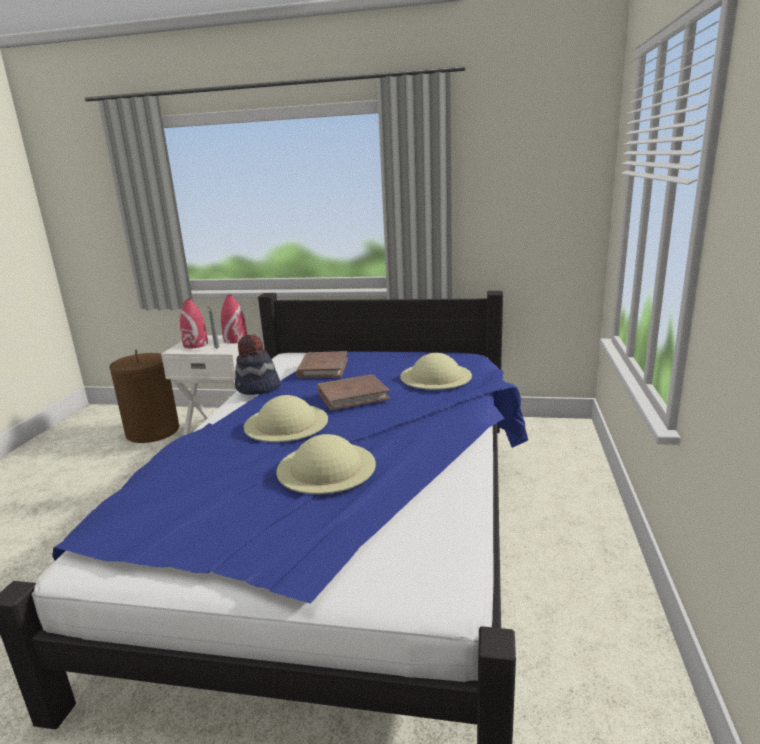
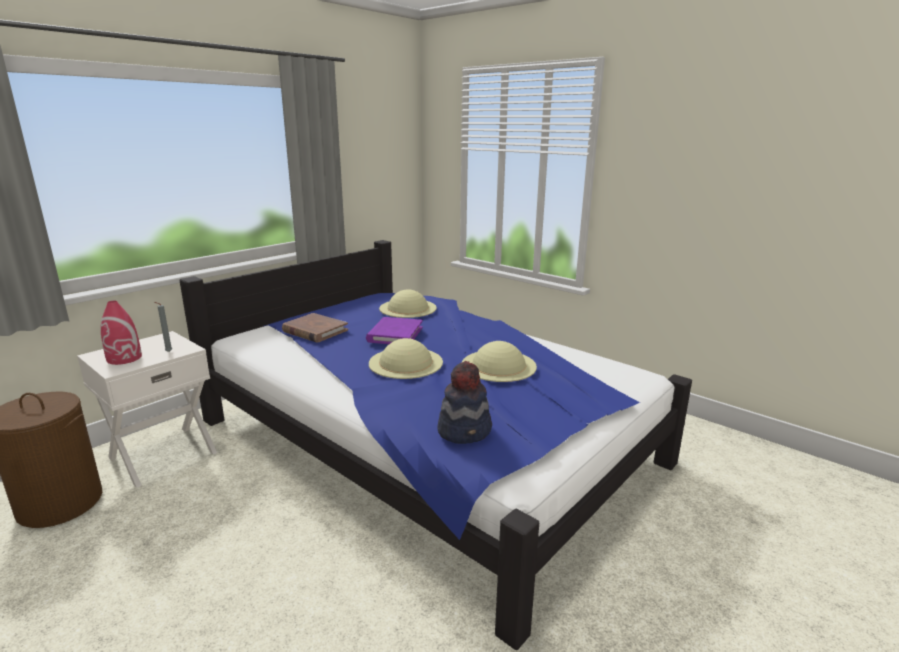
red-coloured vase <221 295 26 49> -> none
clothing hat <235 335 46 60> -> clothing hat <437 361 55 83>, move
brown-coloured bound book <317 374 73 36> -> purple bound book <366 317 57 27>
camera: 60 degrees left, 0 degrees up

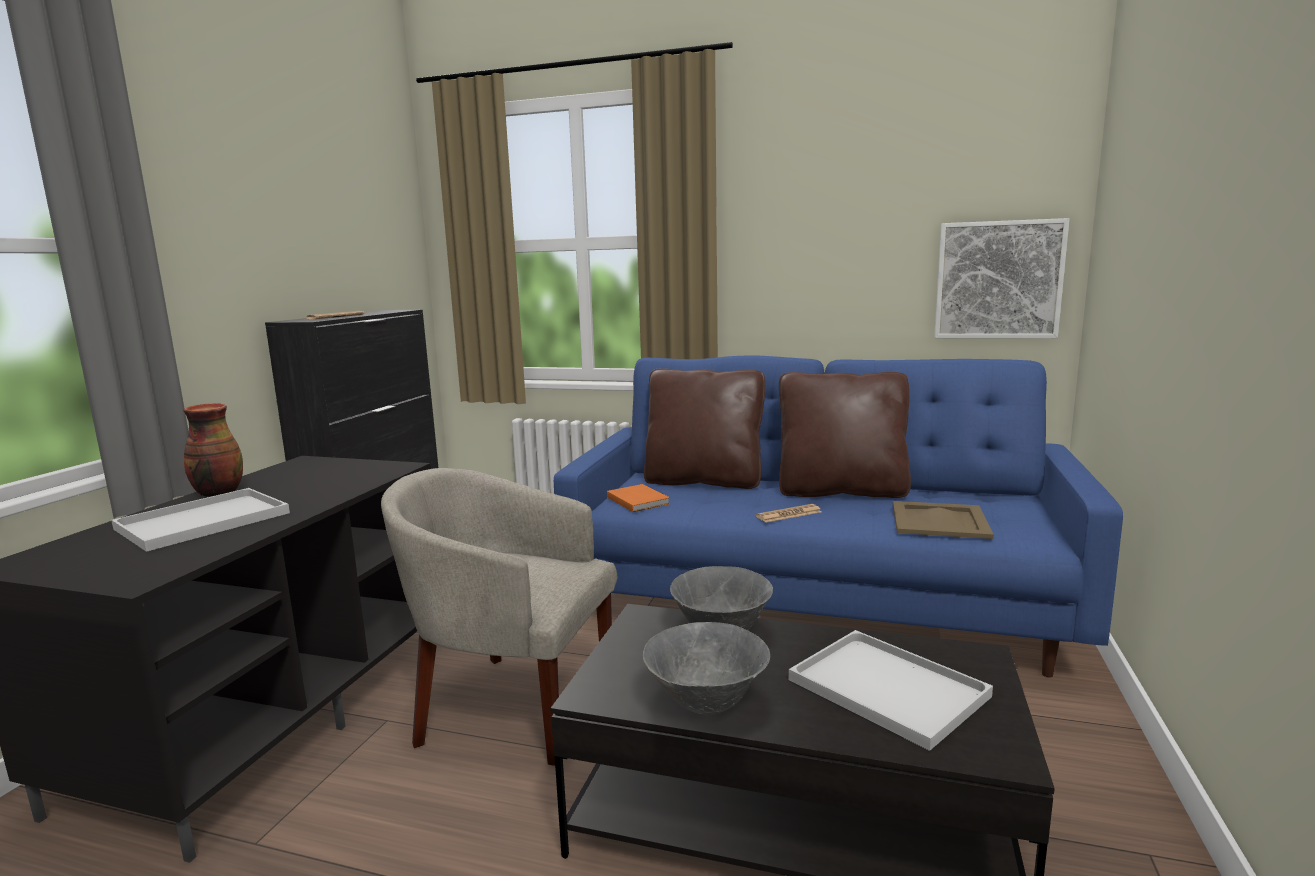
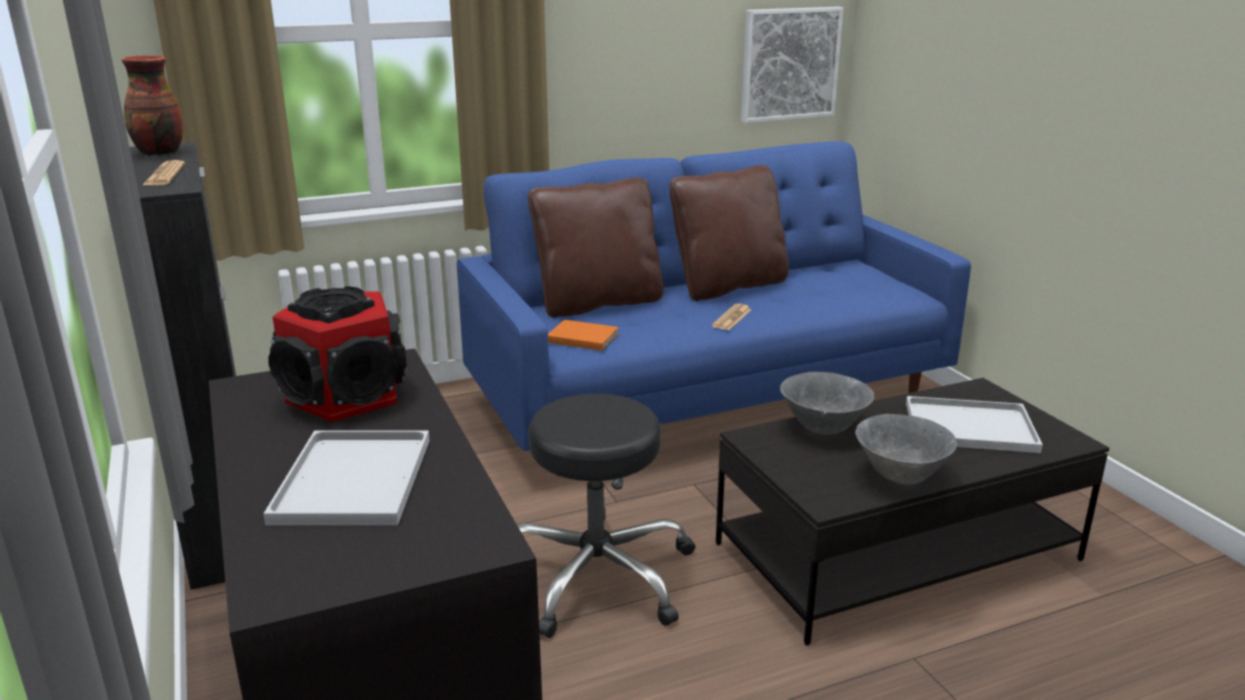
sand-coloured carrying tray <893 501 101 38> -> none
none -> loudspeaker <268 286 139 136>
vase <183 403 60 94> -> vase <121 56 62 100>, move
sand-coloured armchair <381 468 236 298> -> black-coloured stool <517 394 179 244>
camera: 40 degrees left, 10 degrees up

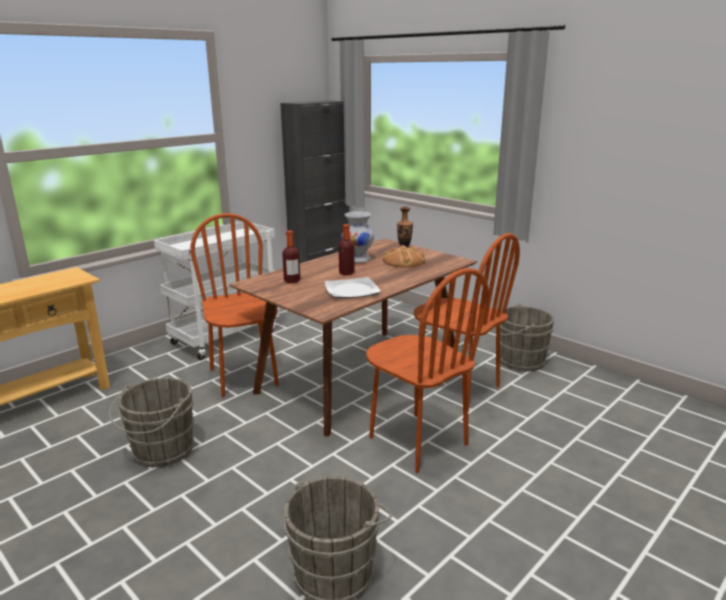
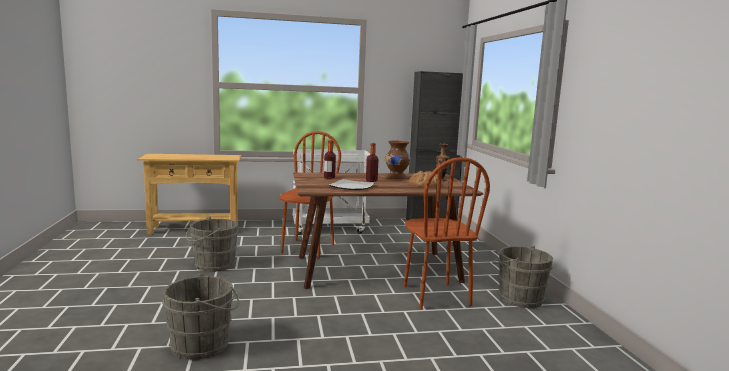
brown-coloured plain chair <367 268 122 205> -> none
white-coloured vase <342 211 32 52> -> brown-coloured vase <385 141 26 38>
camera: 35 degrees right, 10 degrees down

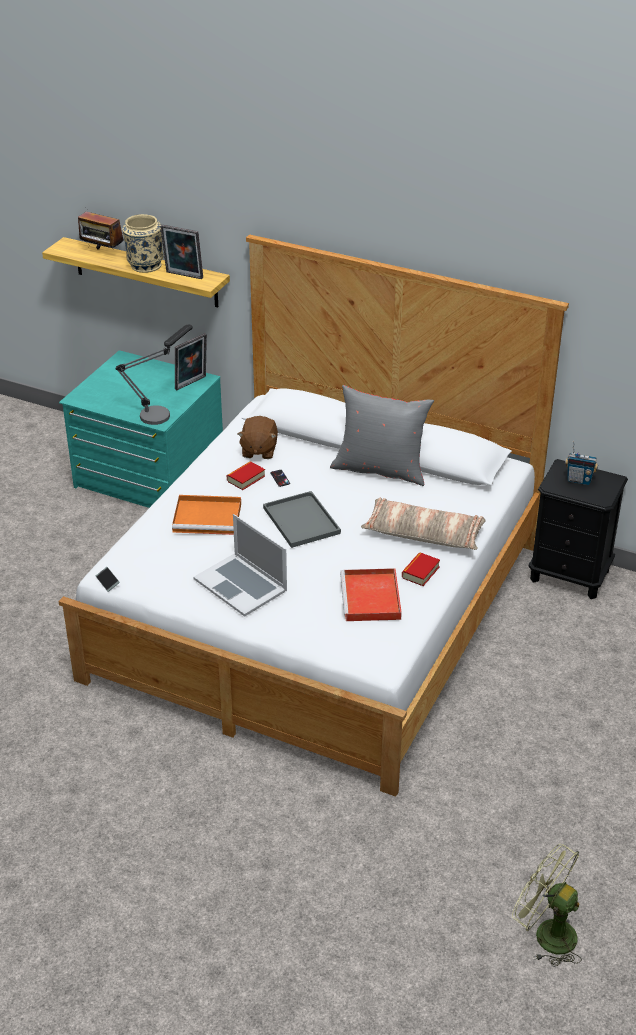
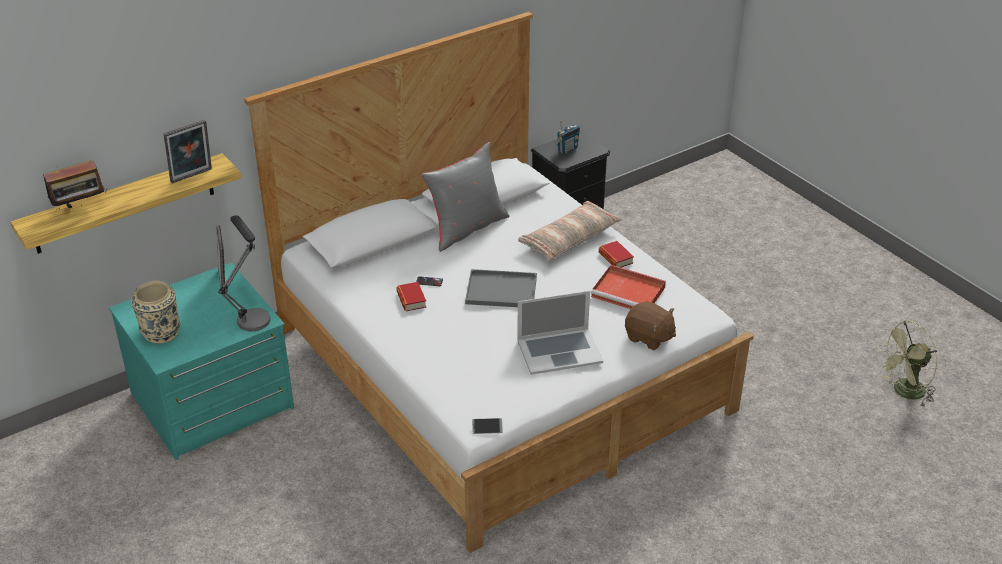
orangey carrying tray <172 495 69 40> -> none
sand-coloured vase <122 214 42 59> -> sand-coloured vase <131 281 49 63>, move
brown-coloured soft toy <237 416 41 43> -> brown-coloured soft toy <625 301 51 49>, move
camera: 60 degrees left, 0 degrees up

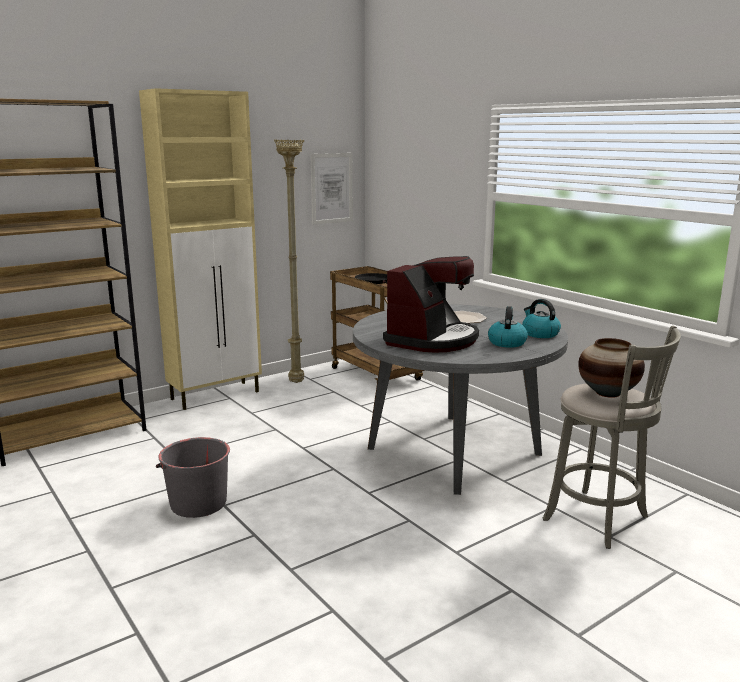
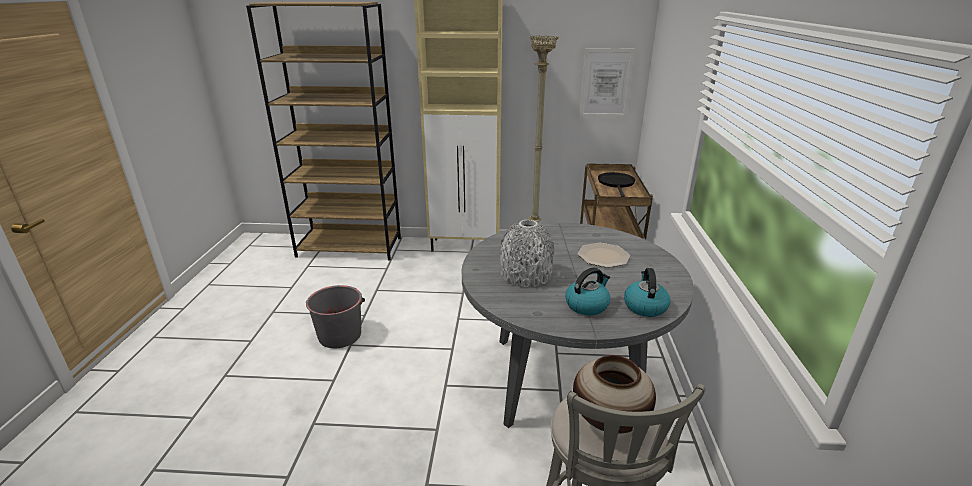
coffee machine <383 256 96 97> -> grey vase <500 220 54 67>
camera: 40 degrees right, 10 degrees up

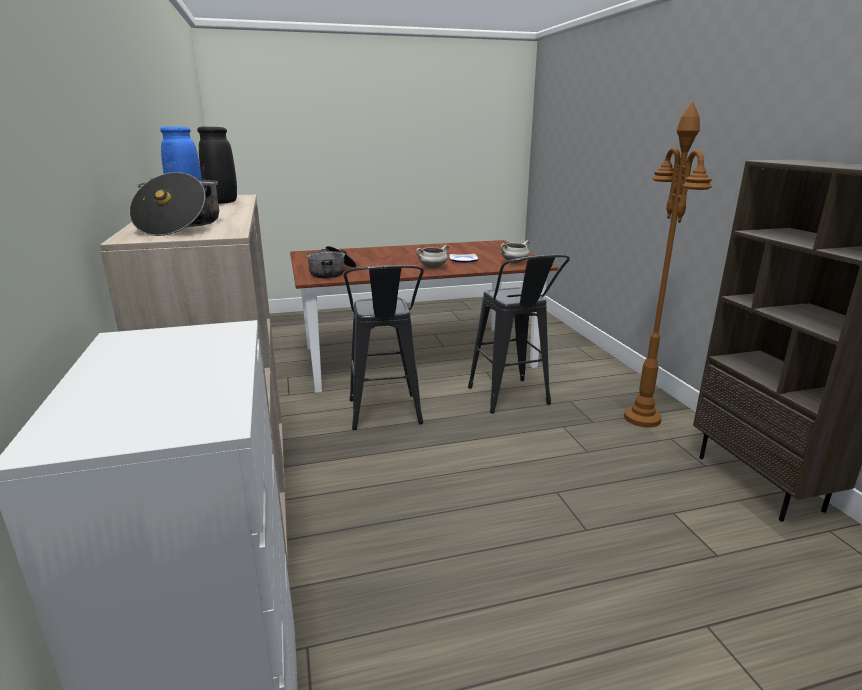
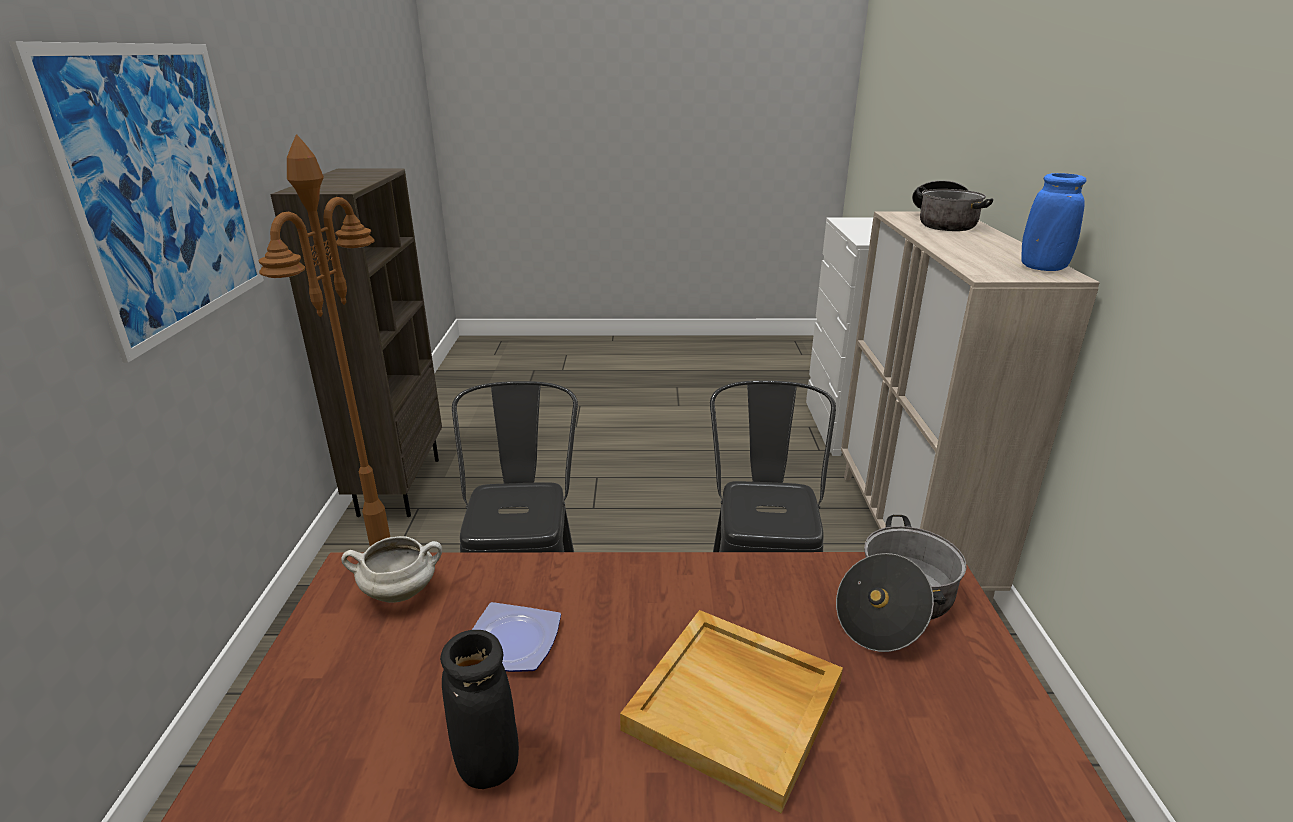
white-coloured stockpot <416 245 33 24> -> none
none -> wall art <9 42 255 321>
none -> sand-coloured carrying tray <620 610 223 204>
black-coloured vase <197 127 40 77> -> black-coloured vase <440 630 79 159>, move
camera: 165 degrees left, 5 degrees up

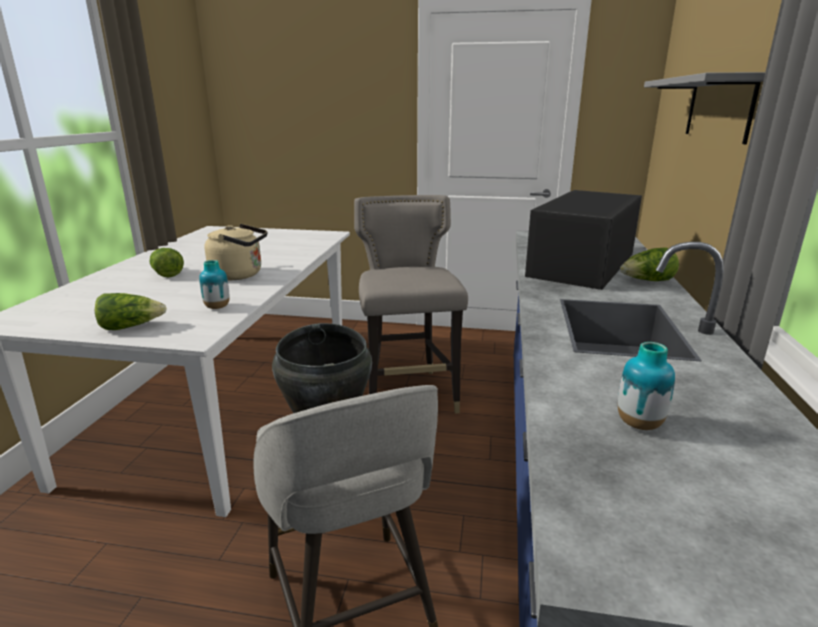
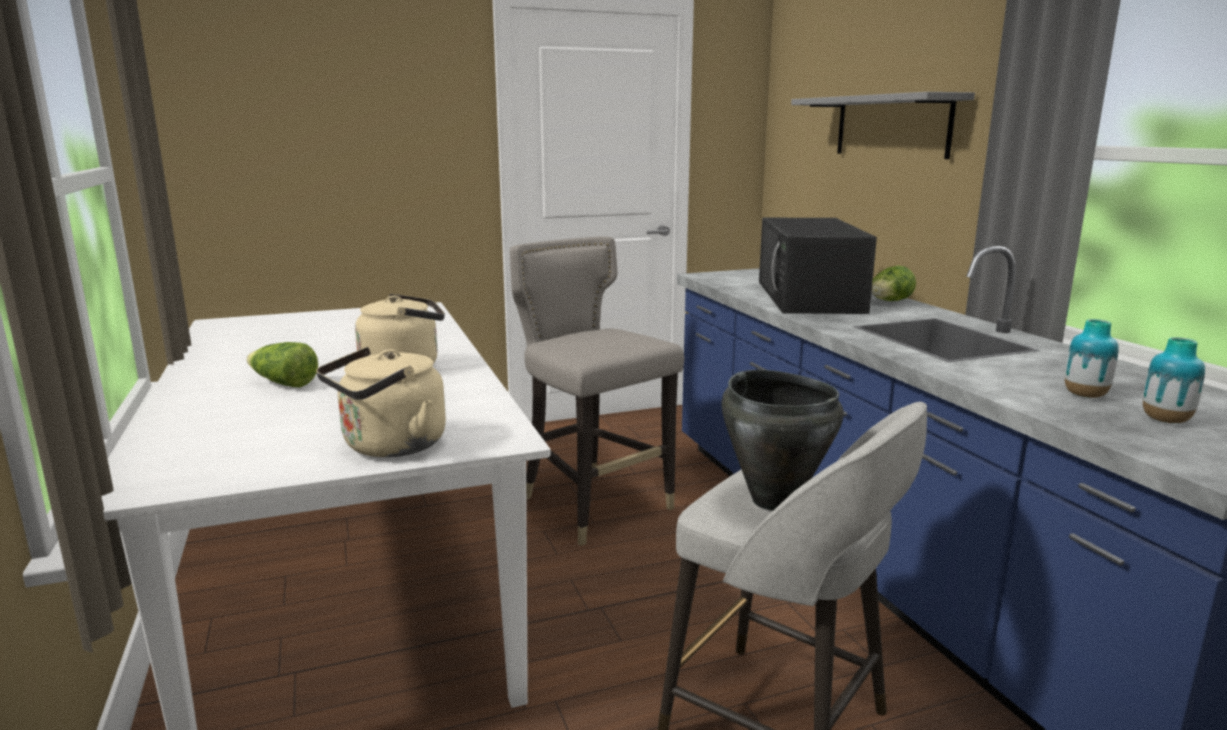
vase <199 260 30 49> -> vase <1143 337 62 86>, move
lettuce head <95 293 72 37> -> sand-coloured kettle <316 347 130 110>
camera: 30 degrees left, 5 degrees down

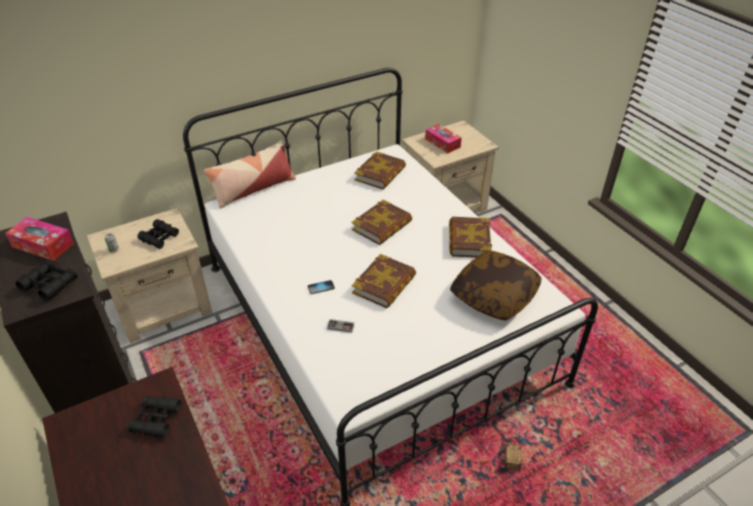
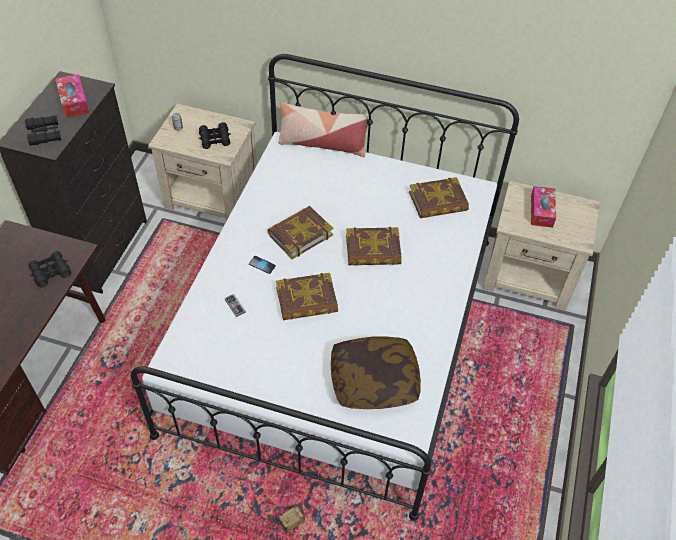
bound book <449 217 43 41> -> bound book <267 206 66 53>, move
camera: 45 degrees right, 10 degrees up

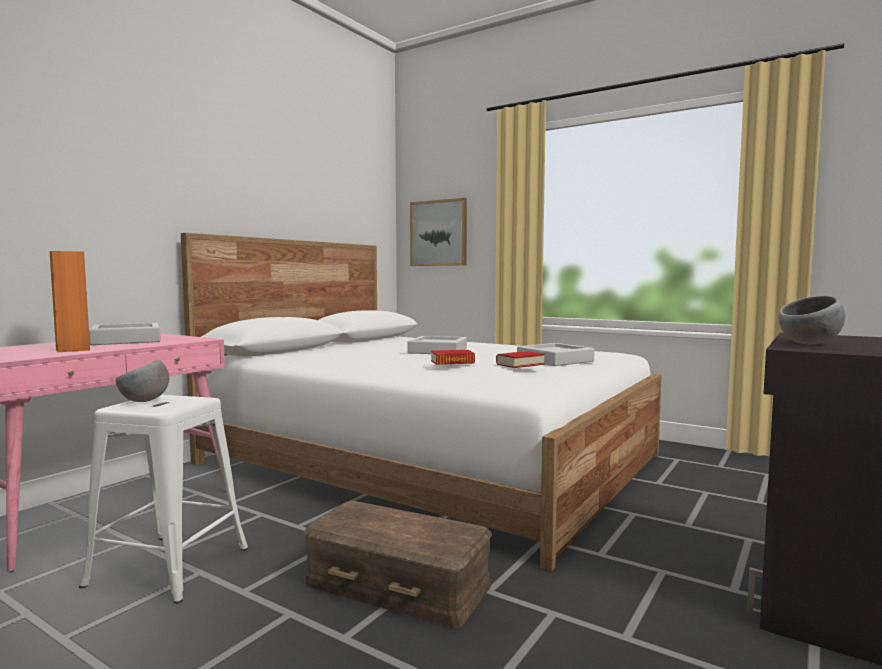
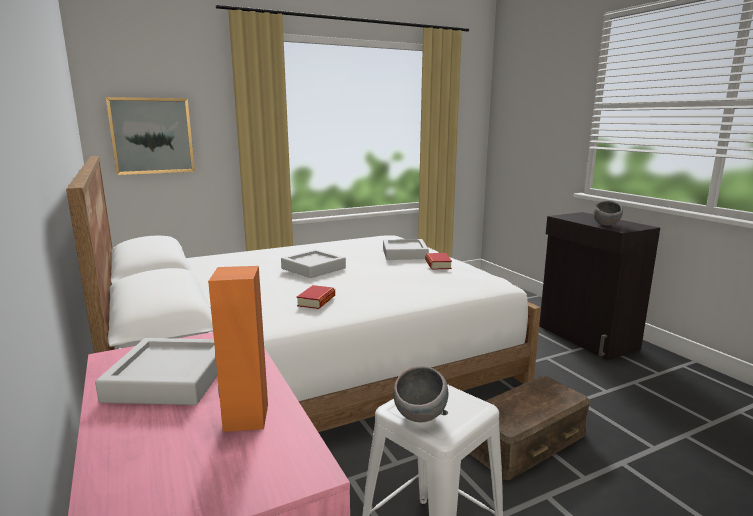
bound book <431 350 44 15> -> bound book <297 285 38 24>, move
camera: 60 degrees left, 10 degrees up

